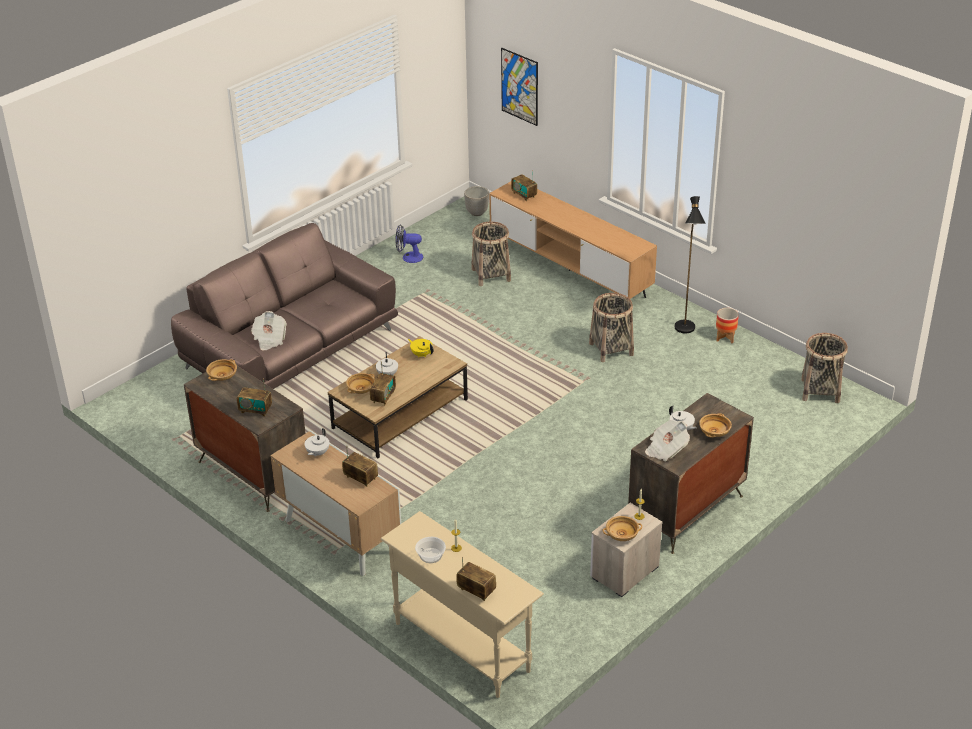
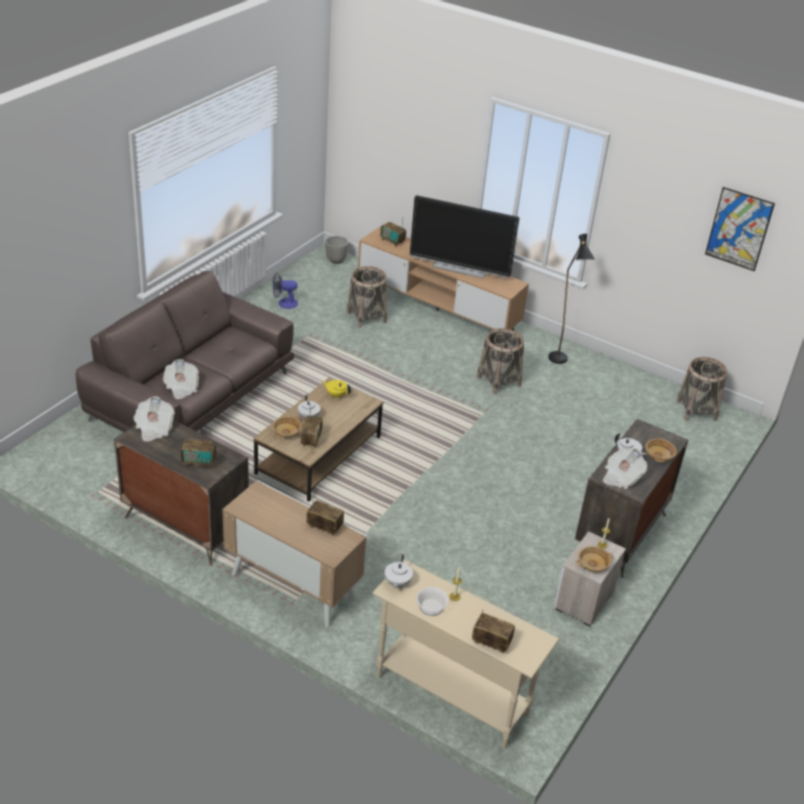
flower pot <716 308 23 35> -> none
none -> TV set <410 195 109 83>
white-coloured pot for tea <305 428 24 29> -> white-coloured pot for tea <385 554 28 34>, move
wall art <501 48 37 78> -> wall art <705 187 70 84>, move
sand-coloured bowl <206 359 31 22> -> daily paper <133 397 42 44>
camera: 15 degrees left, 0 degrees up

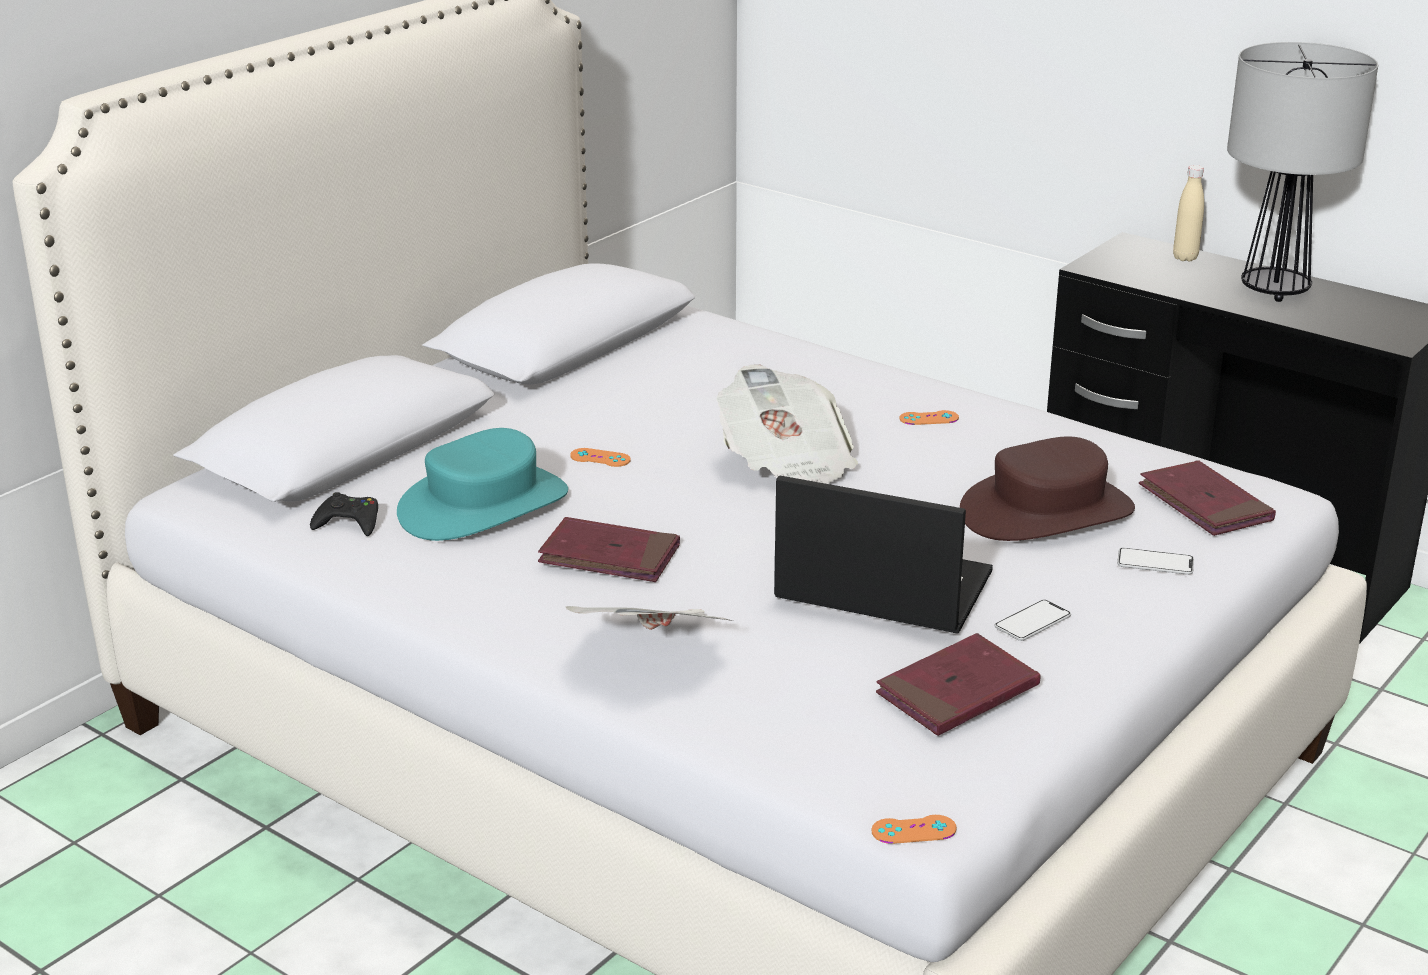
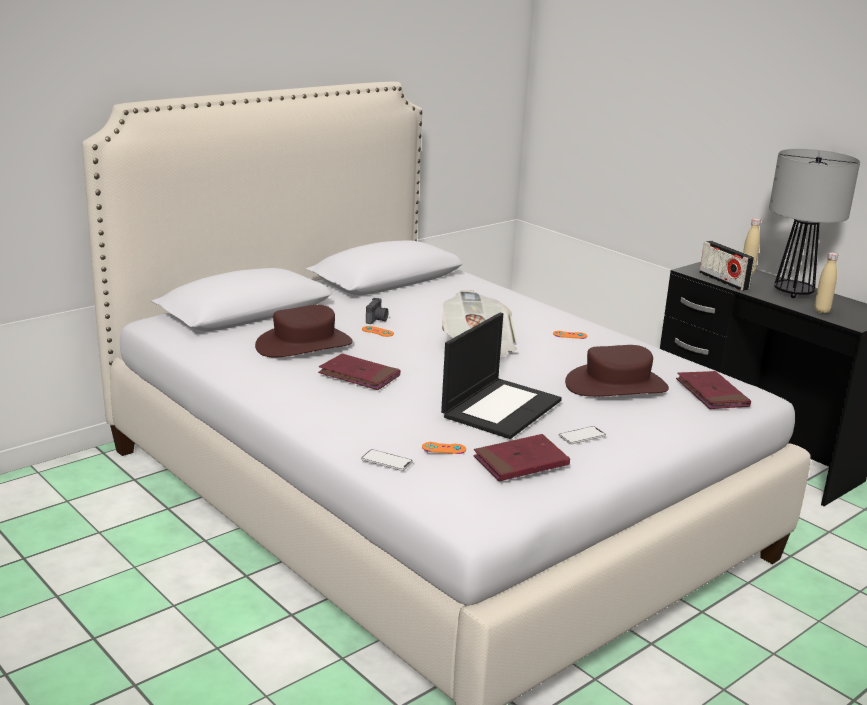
black-coloured joypad <310 492 68 44> -> none
daily paper <566 606 167 24> -> none
none -> photo camera <366 298 23 26>
none -> radio <699 241 56 50>
none -> sand-coloured drink bottle <814 252 24 61>
orangey joypad <872 815 85 29> -> orangey joypad <422 442 44 12>, move
telephone <1117 548 77 27> -> telephone <361 449 52 22>, move
blue-green clothing hat <397 428 171 113> -> brown-coloured clothing hat <255 305 98 52>
laptop <774 476 219 158> -> laptop <441 313 121 126>, 90 degrees clockwise
camera: 10 degrees right, 5 degrees down

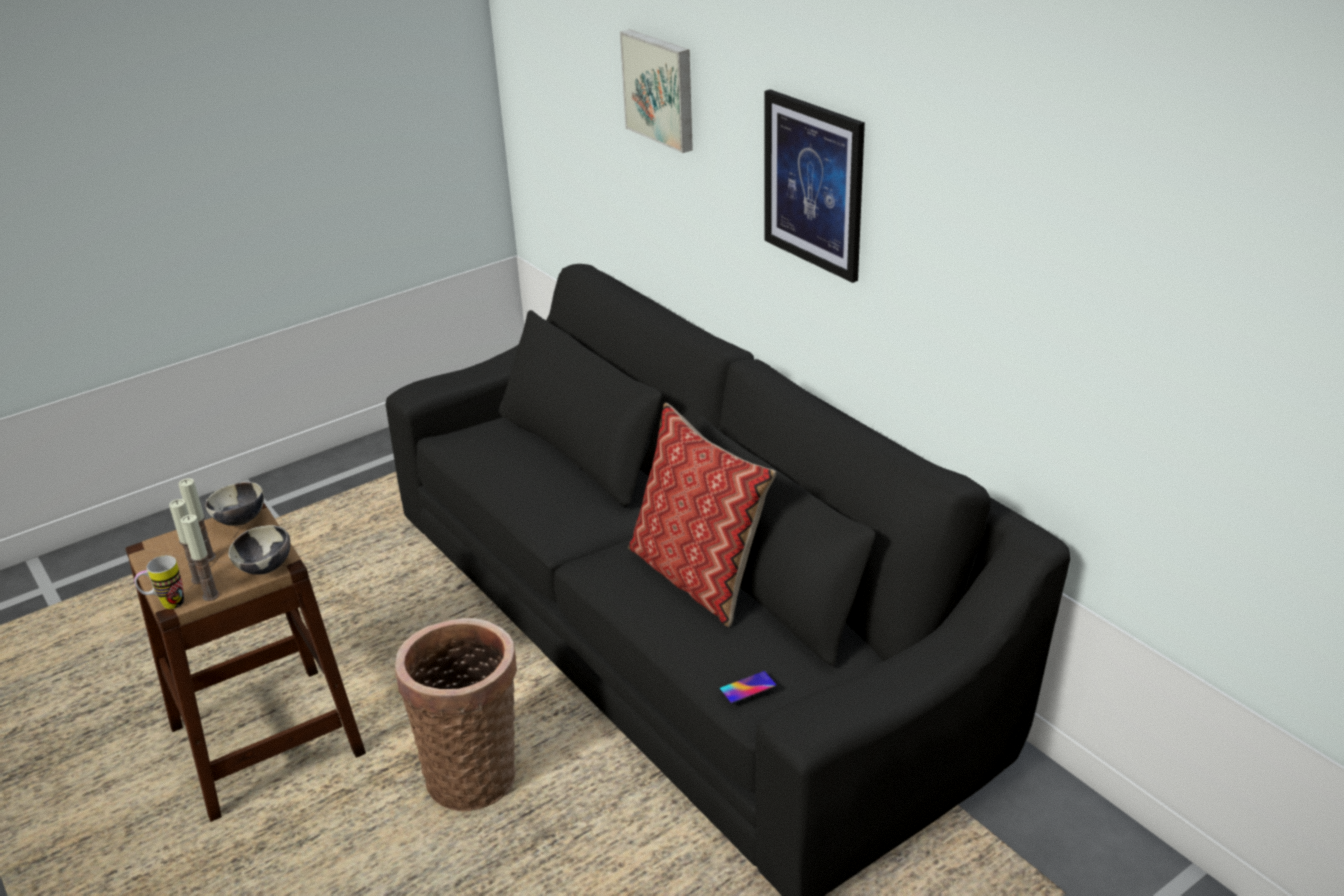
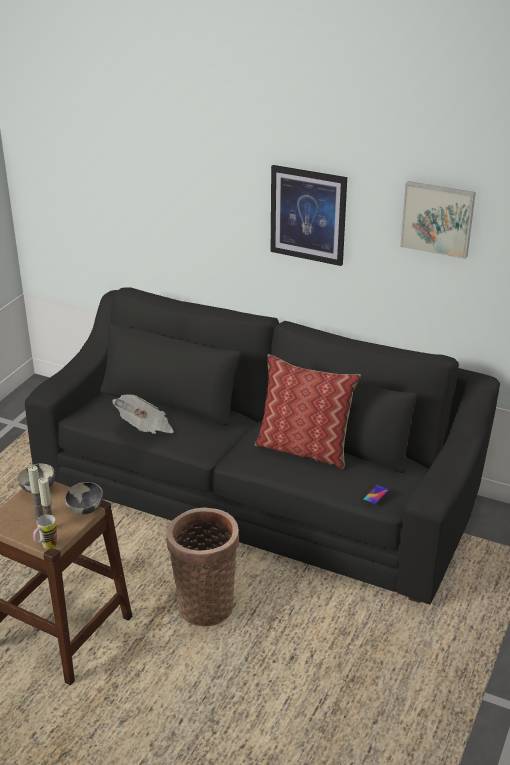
wax light <181 514 39 87> -> none
none -> daily paper <112 394 62 40>
wall art <620 29 73 124> -> wall art <400 181 76 78>, move
camera: 30 degrees left, 0 degrees up

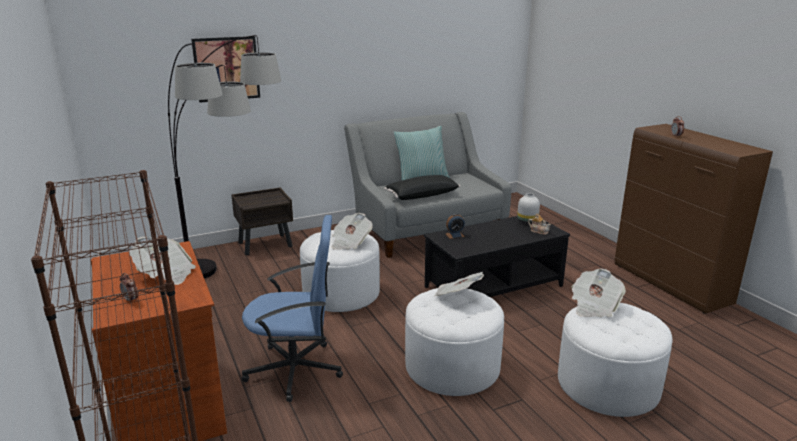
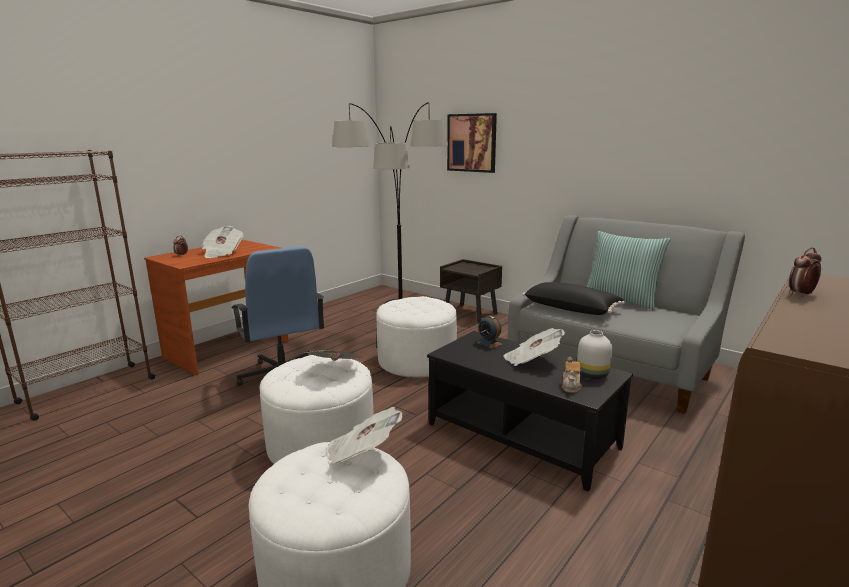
daily paper <332 213 41 37> -> daily paper <503 328 62 38>, move
camera: 65 degrees right, 5 degrees down

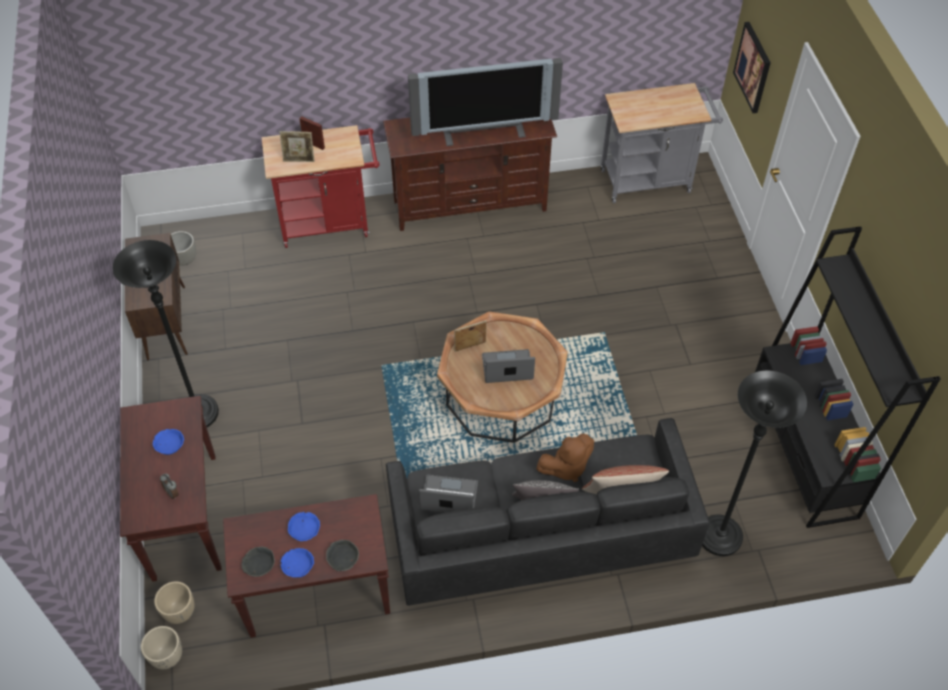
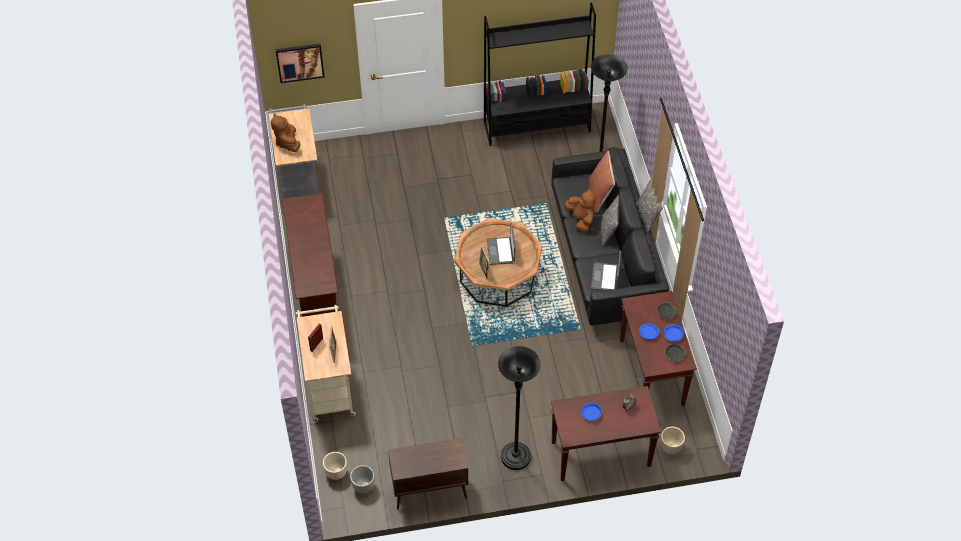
TV set <408 58 155 88> -> none
none -> brown-coloured soft toy <271 113 29 39>
none -> throw pillow <636 179 27 54>
sand-coloured flower pot <141 626 41 44> -> sand-coloured flower pot <323 452 24 28>, move
red-coloured trolley <262 125 118 123> -> sand-coloured trolley <296 305 60 117>
camera: 90 degrees left, 0 degrees up

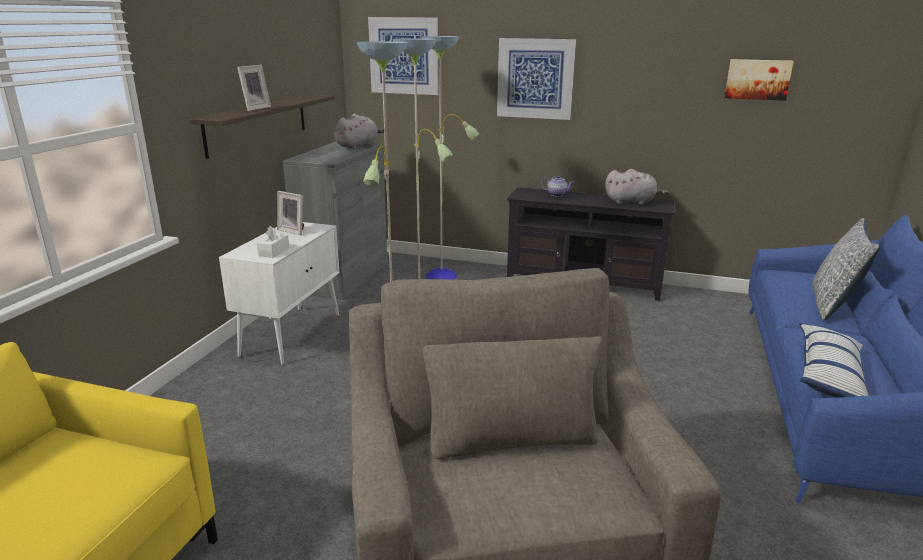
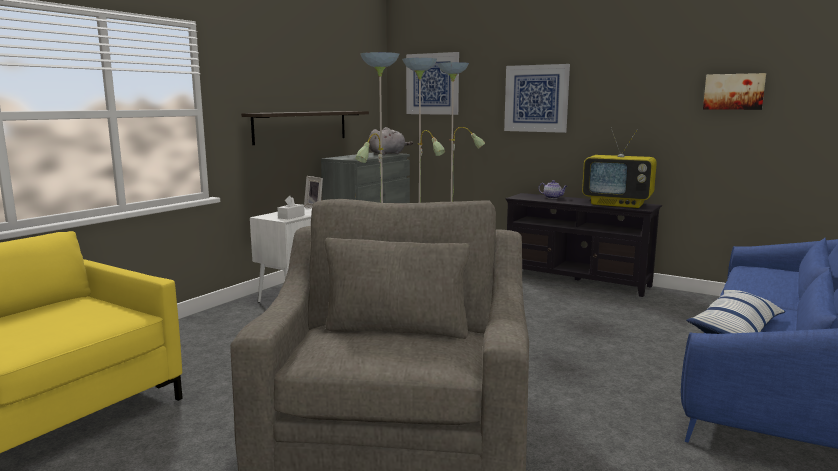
standing frame <237 65 34 46> -> none
throw pillow <812 218 68 102> -> none
grey soft toy <605 169 64 36> -> TV set <582 128 75 80>
camera: 15 degrees right, 10 degrees down

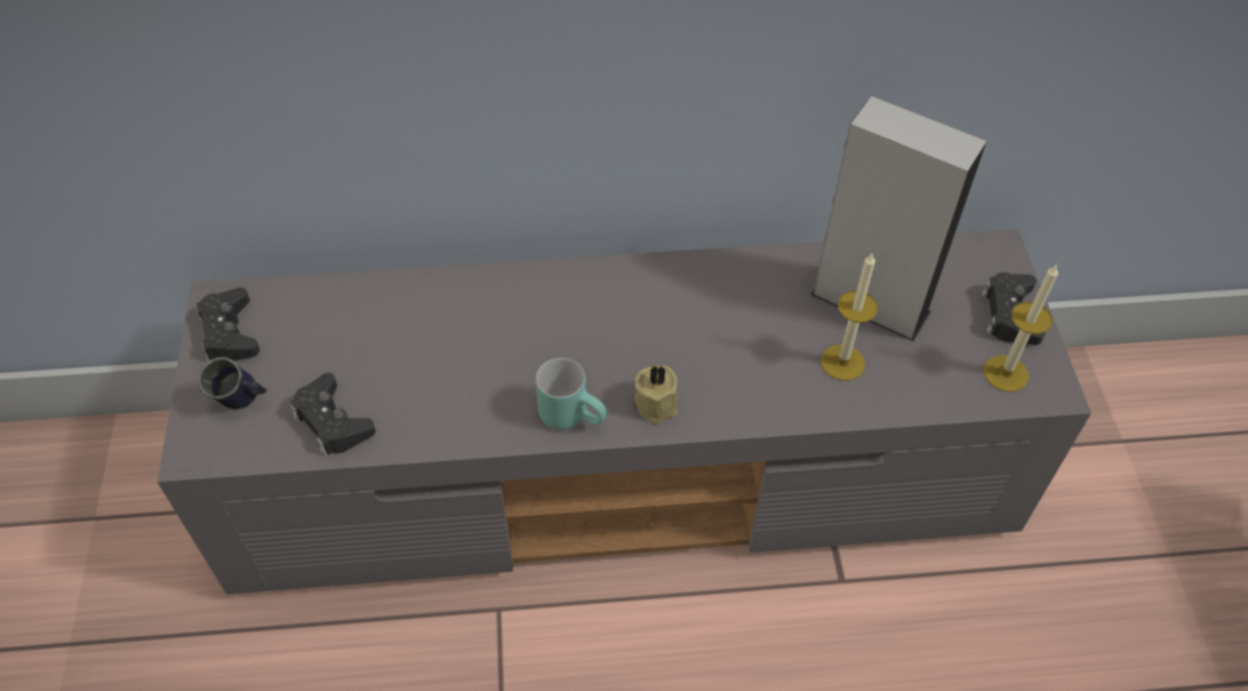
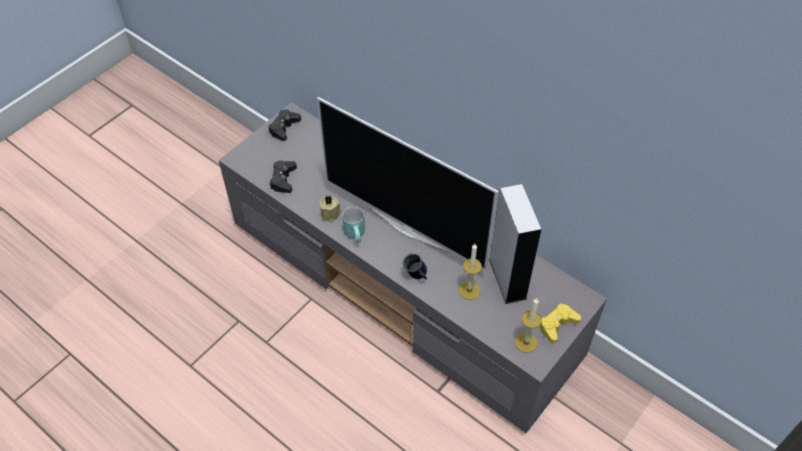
none -> TV set <317 97 182 174>
blue tea mug <198 357 69 53> -> blue tea mug <403 253 24 26>, move
sand-coloured wax light <635 365 43 59> -> sand-coloured wax light <319 195 23 27>, move
black-coloured joypad <982 272 63 73> -> yellow-coloured joypad <539 303 42 40>
camera: 45 degrees right, 0 degrees up

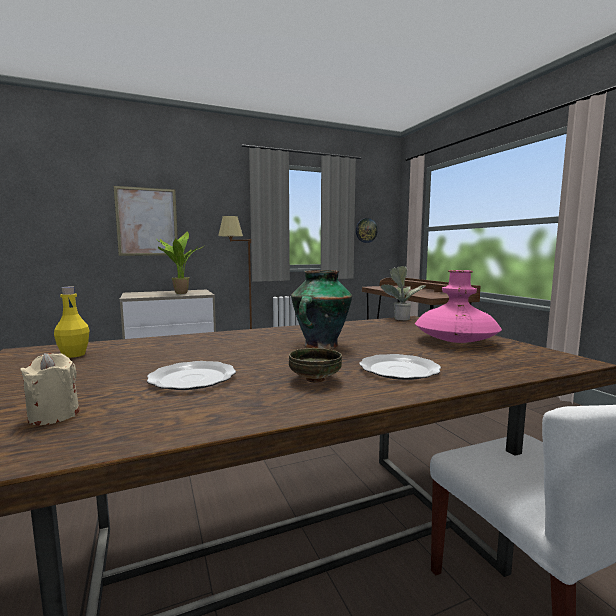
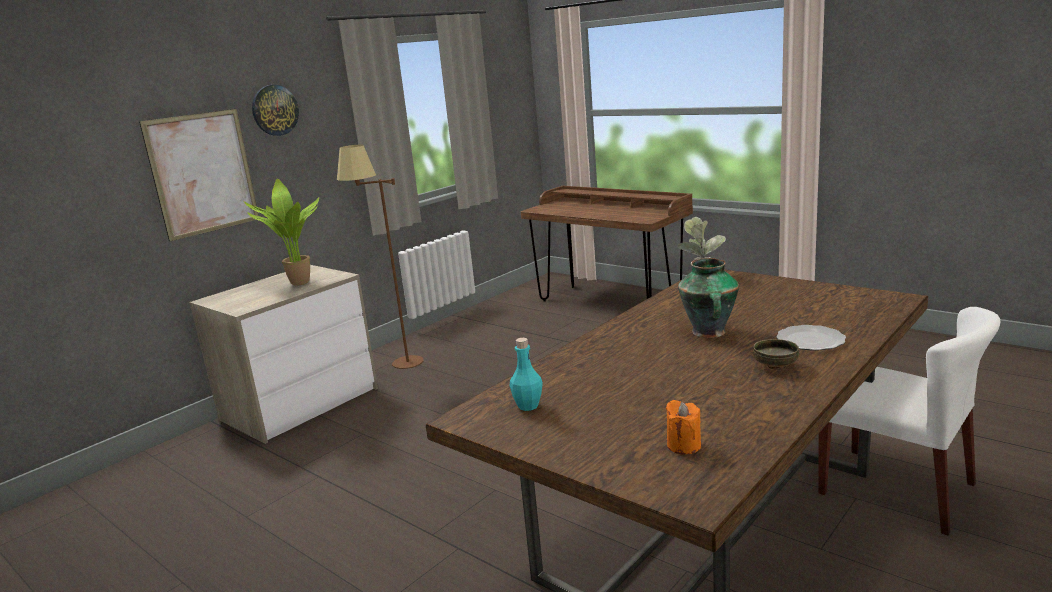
dinner plate <147 361 89 29> -> none
pink vase <415 270 87 73> -> none
hanging clock <356 218 22 25> -> hanging clock <252 85 47 51>, move
sand-coloured wax light <20 353 59 73> -> orangey wax light <666 400 35 54>
yellow-coloured drink bottle <54 287 35 71> -> blue-green drink bottle <510 338 33 73>
camera: 25 degrees left, 10 degrees up

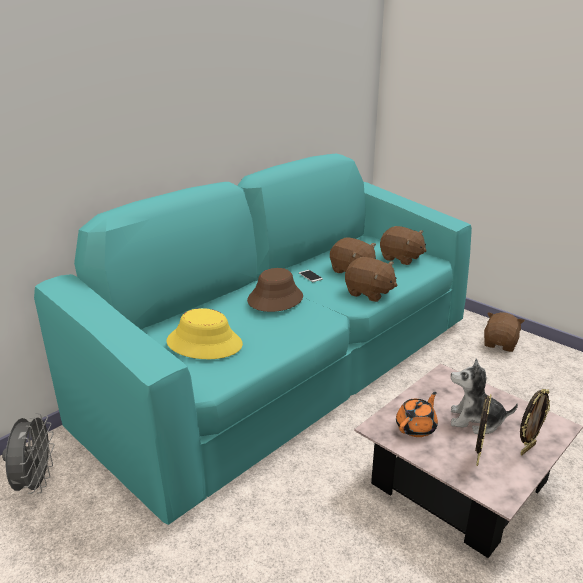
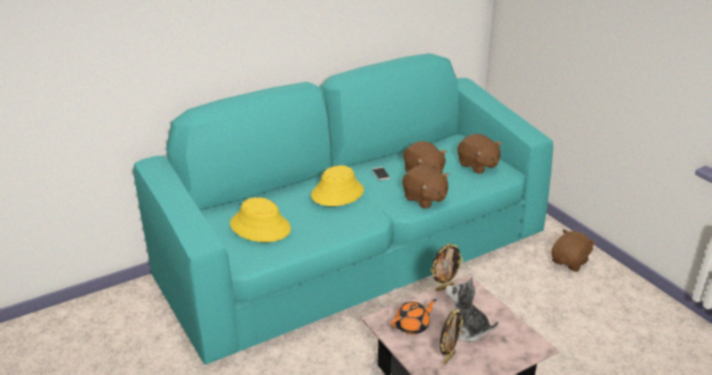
grey fan <2 413 53 81> -> none
standing frame <520 389 30 66> -> standing frame <431 243 32 48>, move
brown-coloured clothing hat <247 268 56 44> -> yellow-coloured clothing hat <311 165 53 41>
camera: 15 degrees right, 5 degrees up

